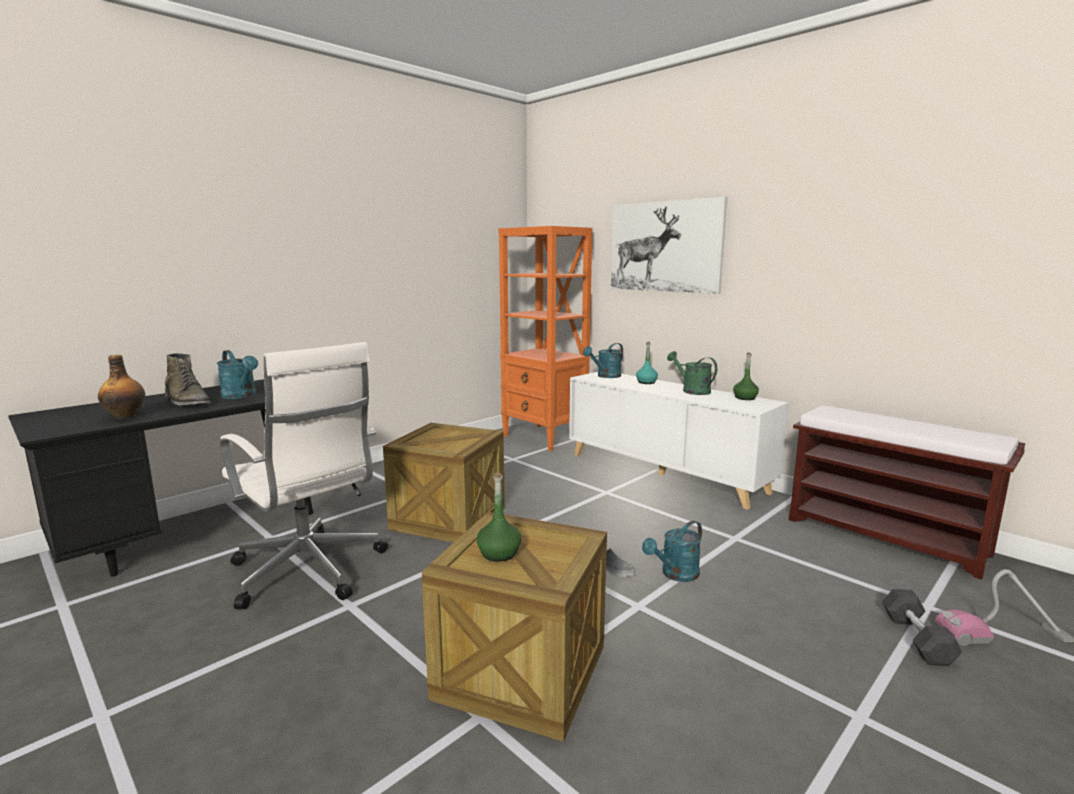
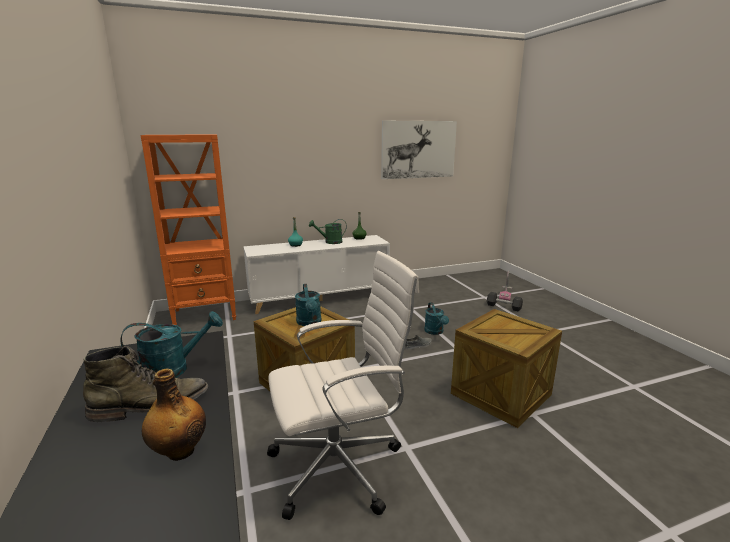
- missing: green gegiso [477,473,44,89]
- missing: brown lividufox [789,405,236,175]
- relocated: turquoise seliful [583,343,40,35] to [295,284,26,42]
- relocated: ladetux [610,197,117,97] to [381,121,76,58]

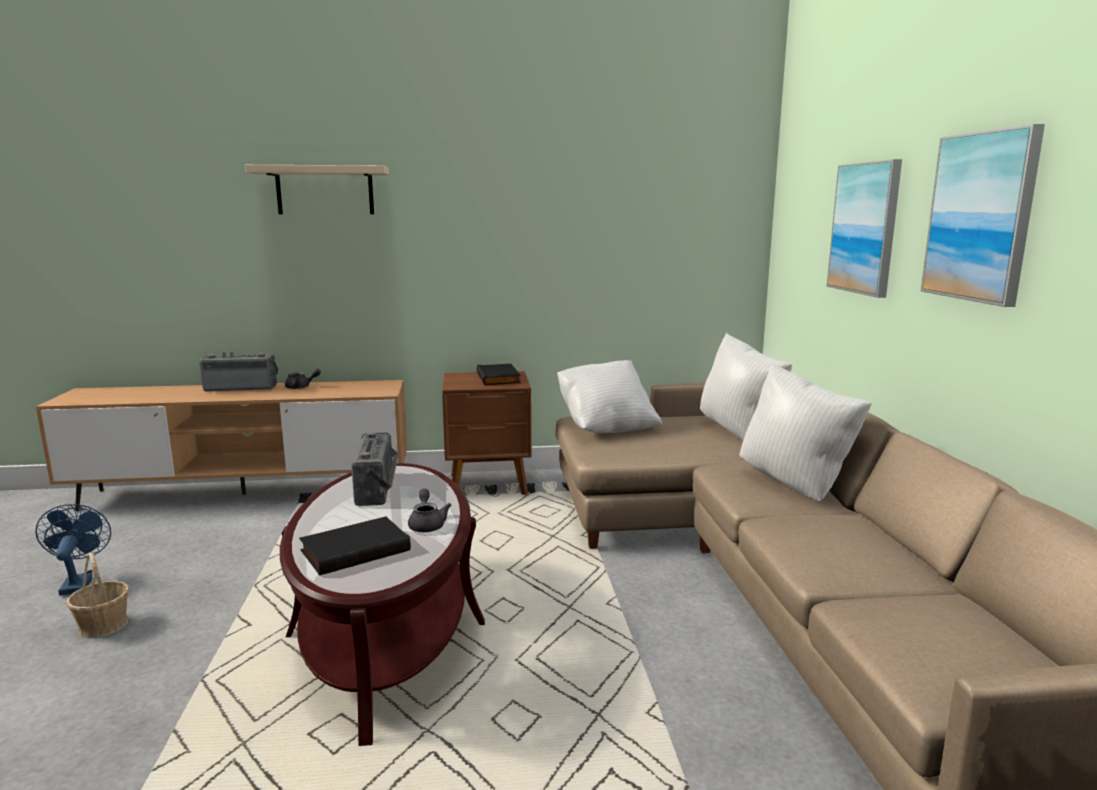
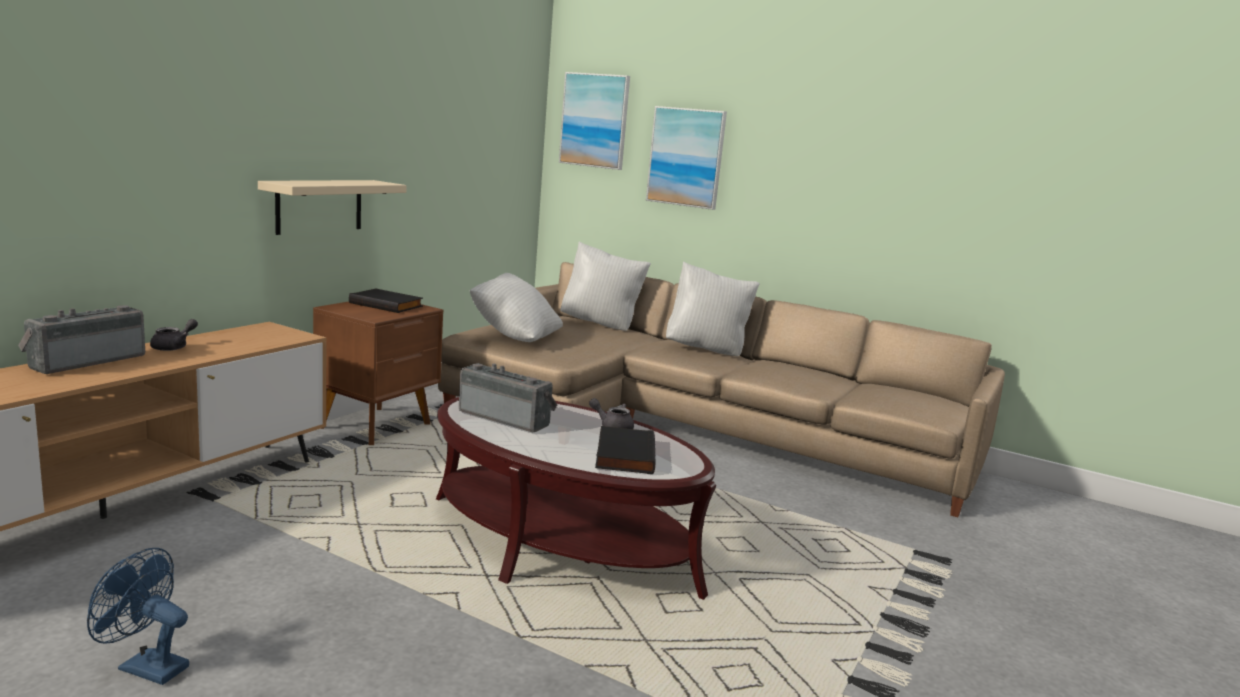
- missing: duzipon [66,552,63,86]
- relocated: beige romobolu [245,165,144,49] to [258,180,149,55]
- relocated: ladetux [921,124,124,183] to [559,72,71,98]

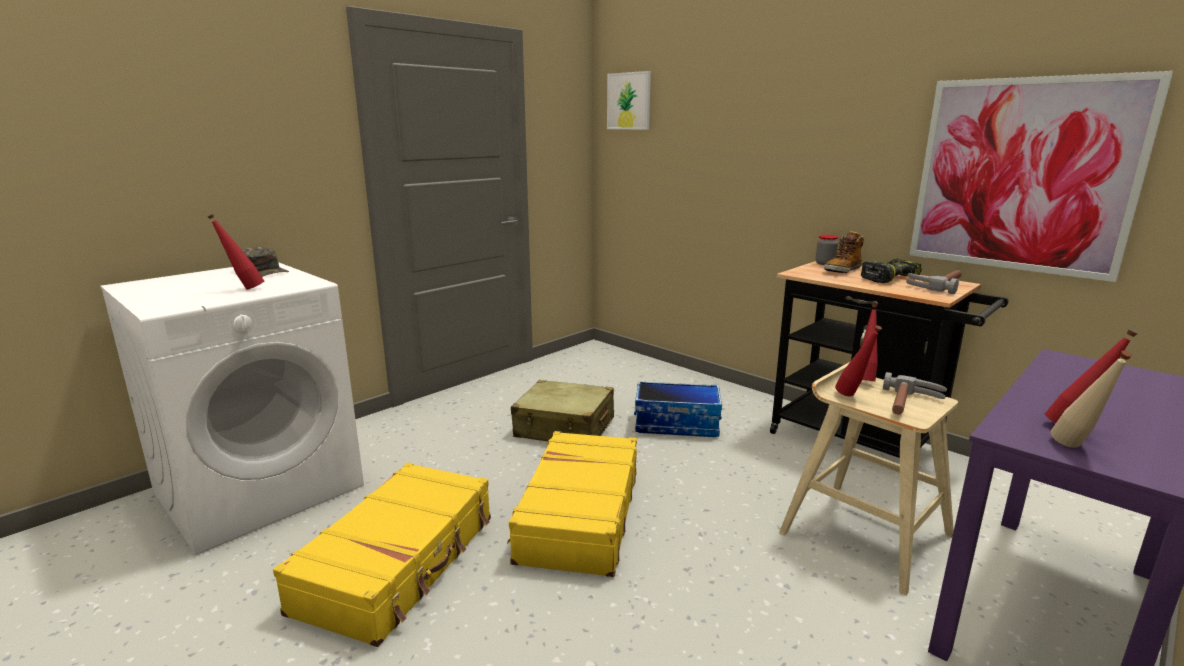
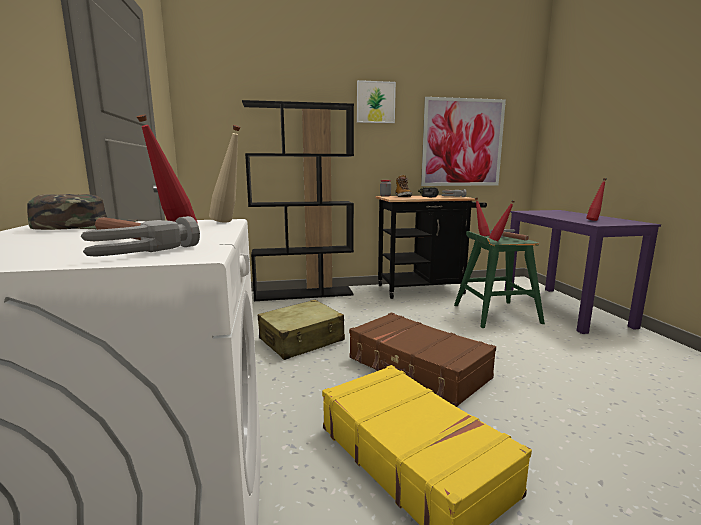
- missing: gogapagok [634,381,88,56]
- appeared: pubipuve [81,216,119,41]
- appeared: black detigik [242,100,112,201]
- relocated: ladetux [607,71,44,58] to [357,80,39,43]
- relocated: beige gegiso [1051,351,82,97] to [209,125,31,98]
- colour: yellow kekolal [507,431,130,146] to brown kekolal [349,312,147,95]
- colour: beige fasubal [779,362,179,234] to green fasubal [454,231,91,97]

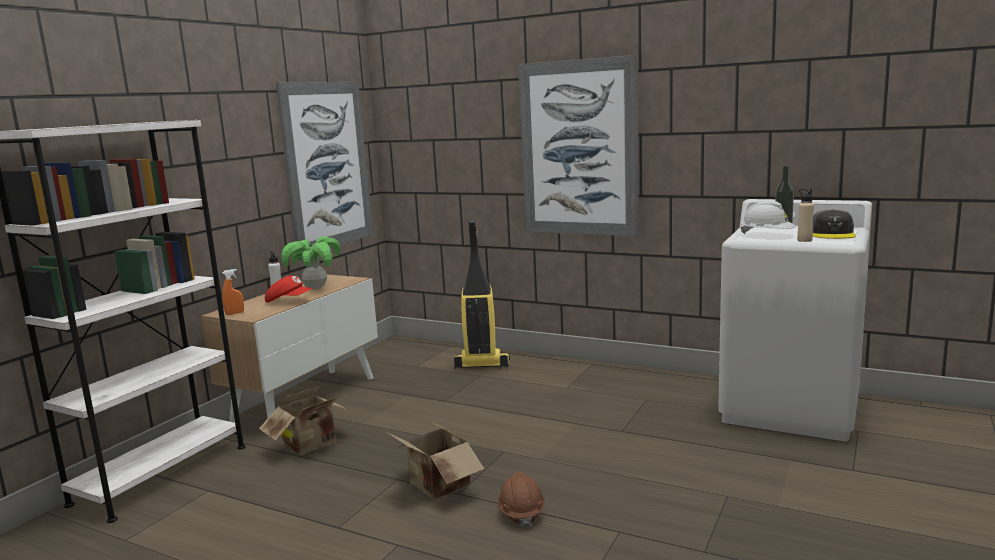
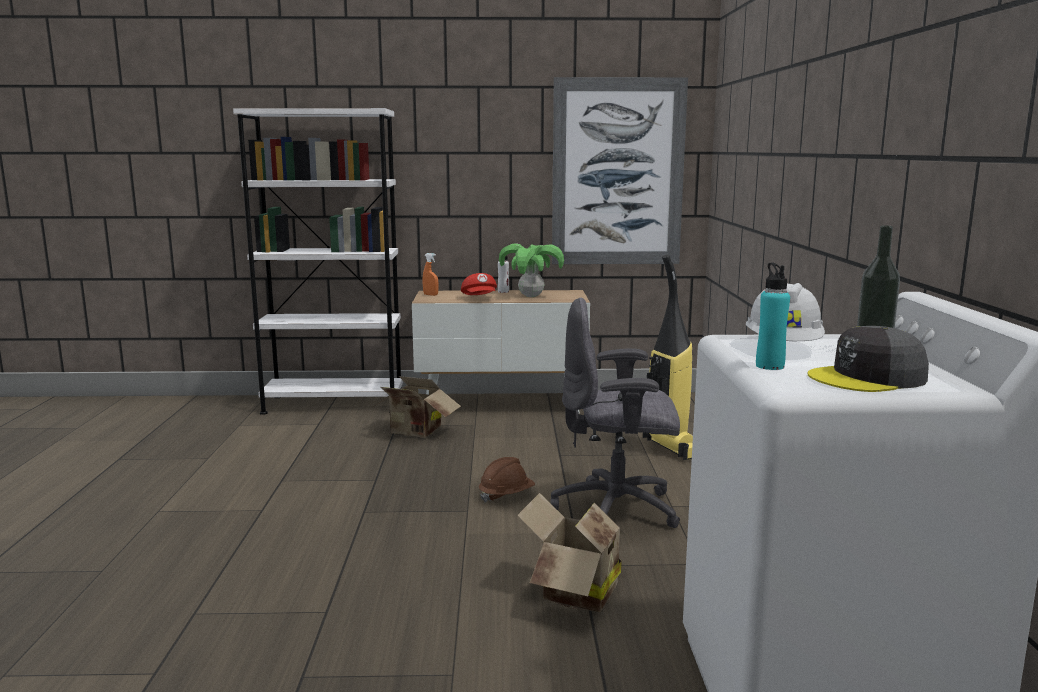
- missing: ladetux [518,55,121,181]
- appeared: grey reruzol [550,297,130,231]
- relocated: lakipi [388,419,96,80] to [517,493,110,119]
- relocated: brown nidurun [498,472,47,56] to [479,457,56,46]
- colour: beige gegiso [797,189,17,53] to turquoise gegiso [756,263,34,107]

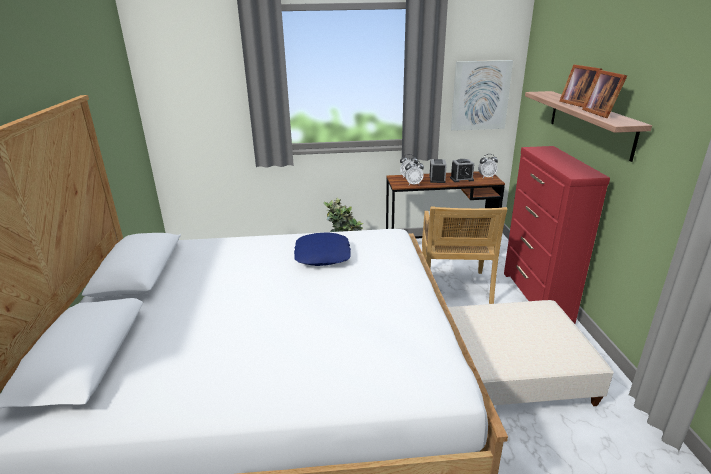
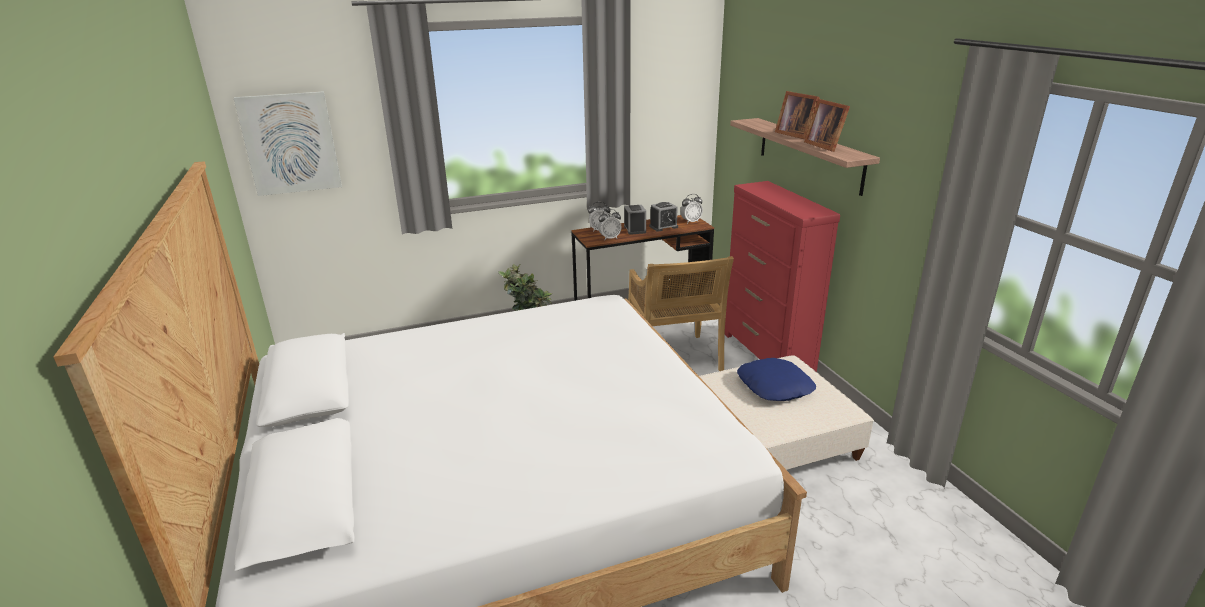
- relocated: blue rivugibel [294,232,57,34] to [737,358,79,43]
- relocated: ladetux [451,60,62,71] to [234,91,108,105]

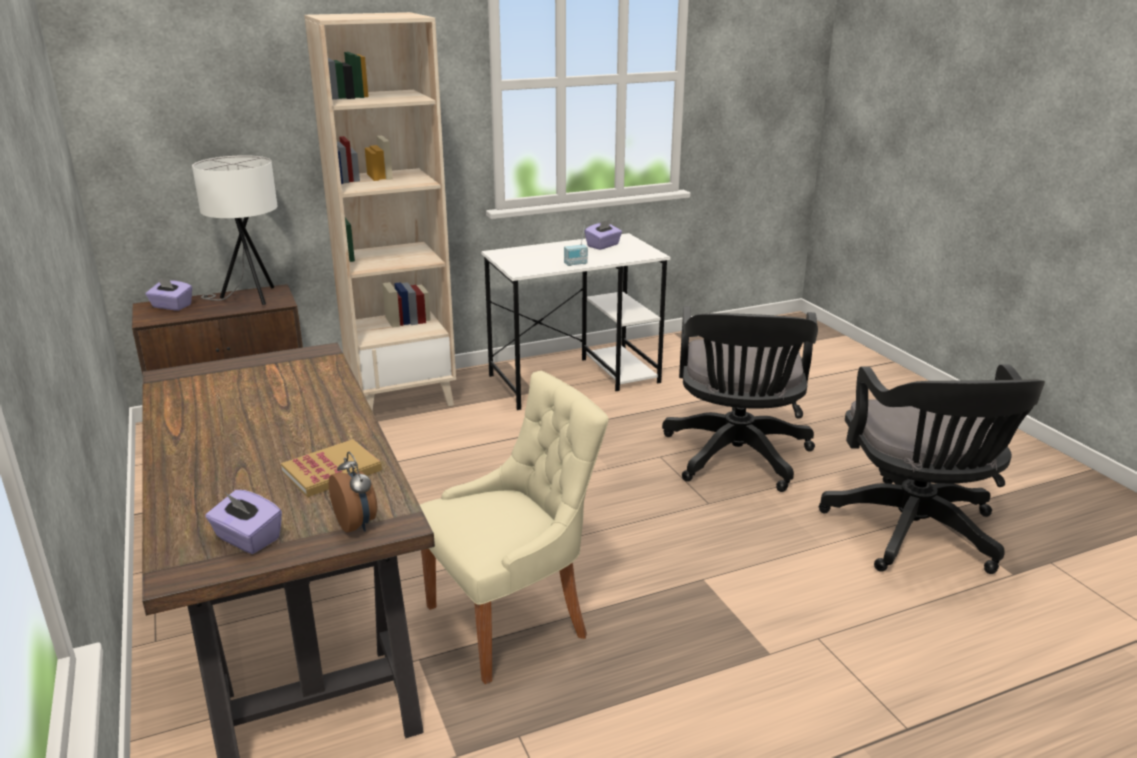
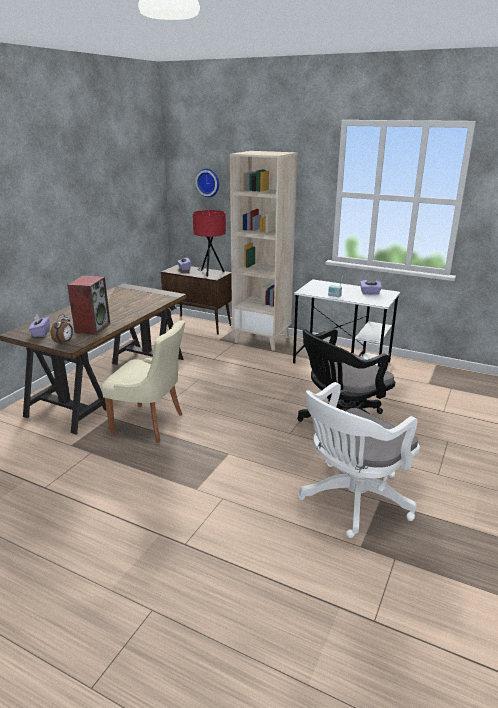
- appeared: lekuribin [195,168,24,29]
- exchanged: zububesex [281,439,101,58] to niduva [67,275,43,60]
- colour: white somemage [192,155,86,150] to red somemage [193,210,33,67]
- colour: black reruzol [819,364,226,210] to white reruzol [298,382,122,156]

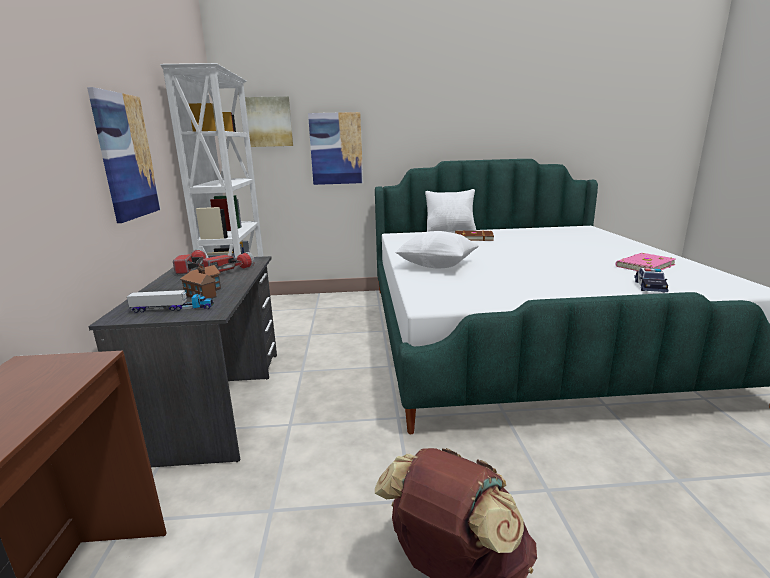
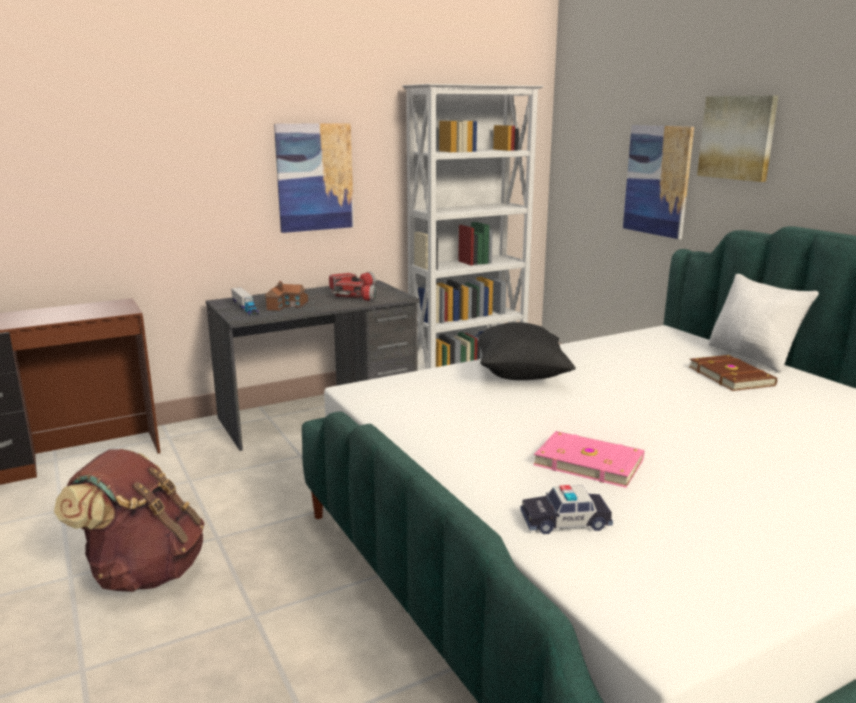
- relocated: ladetux [245,96,48,51] to [697,95,82,87]
- relocated: pink zububesex [616,253,59,18] to [533,431,111,57]
- colour: white rivugibel [395,231,84,37] to black rivugibel [477,322,99,58]

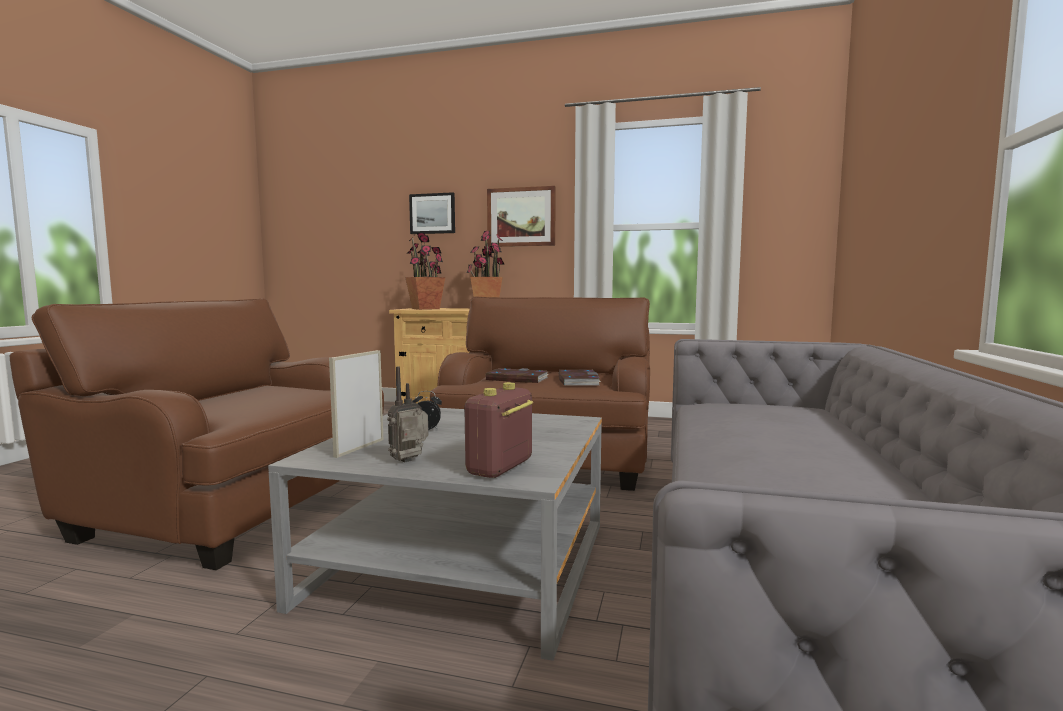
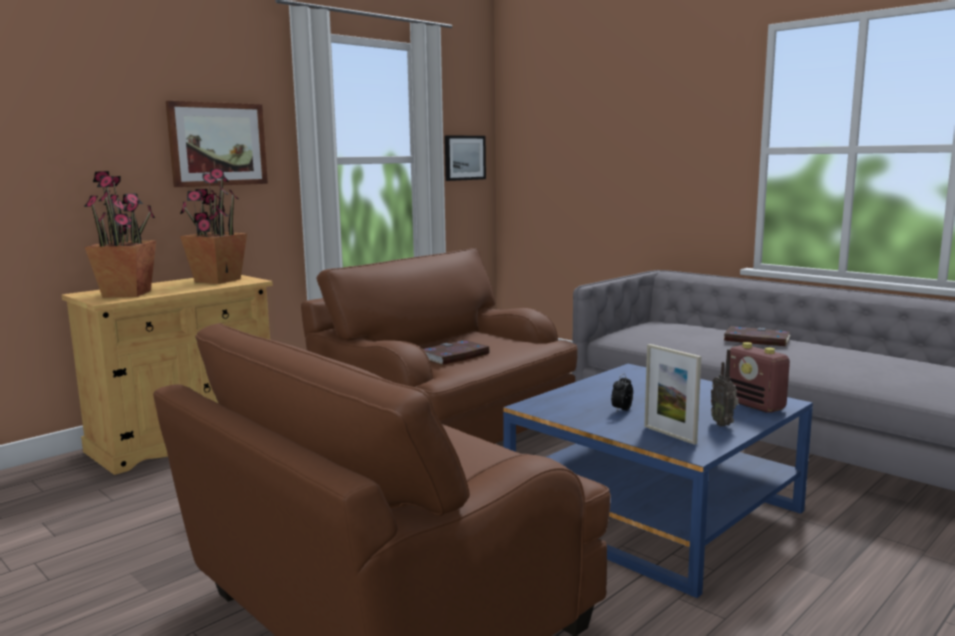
- relocated: ladetux [409,192,46,42] to [445,135,41,46]
- relocated: zububesex [558,369,43,17] to [723,326,67,20]
- colour: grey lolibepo [268,408,334,253] to blue lolibepo [503,364,310,234]

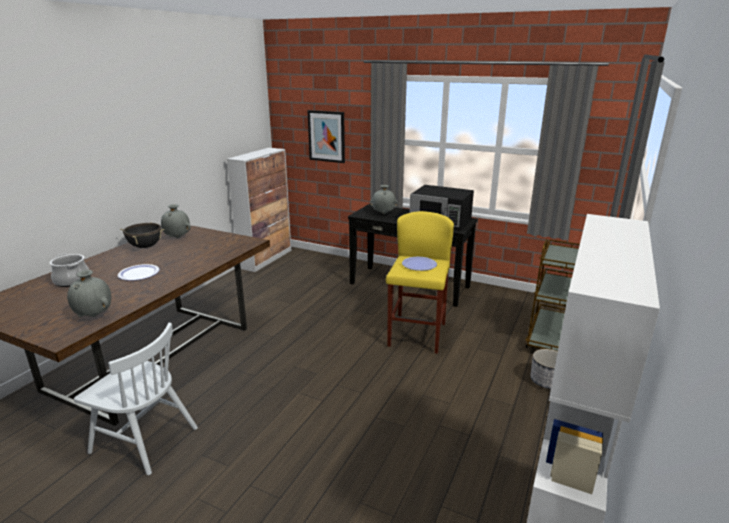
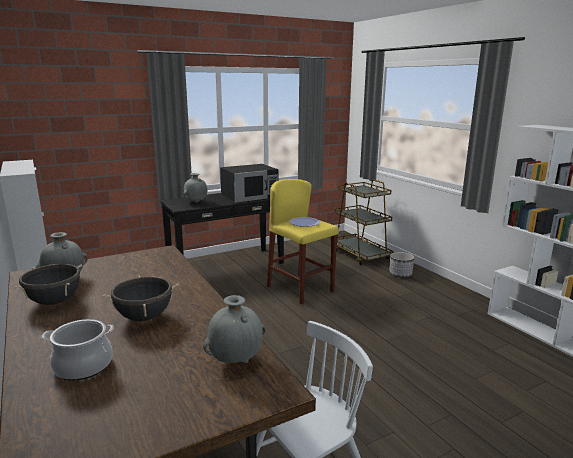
- missing: ladetux [307,110,38,53]
- exchanged: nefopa [117,264,43,17] to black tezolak [103,275,76,46]

